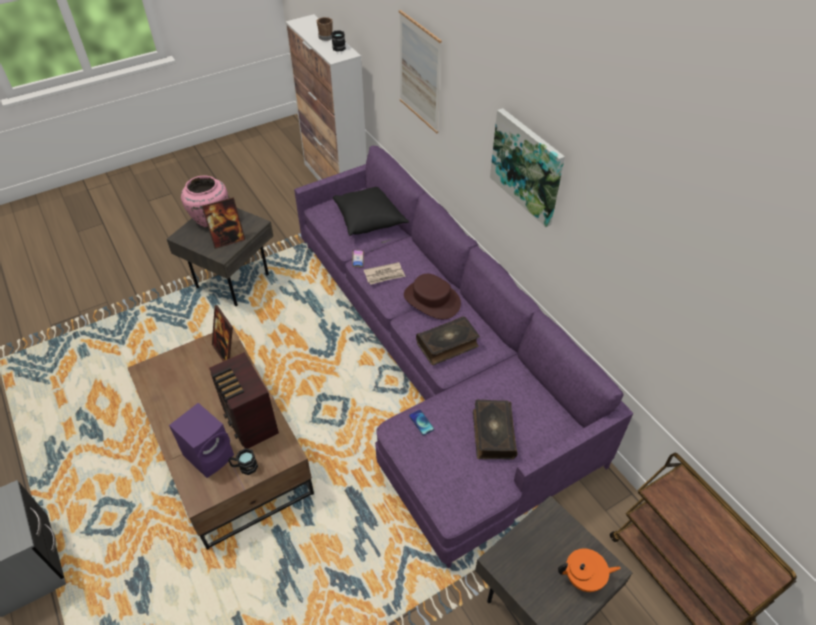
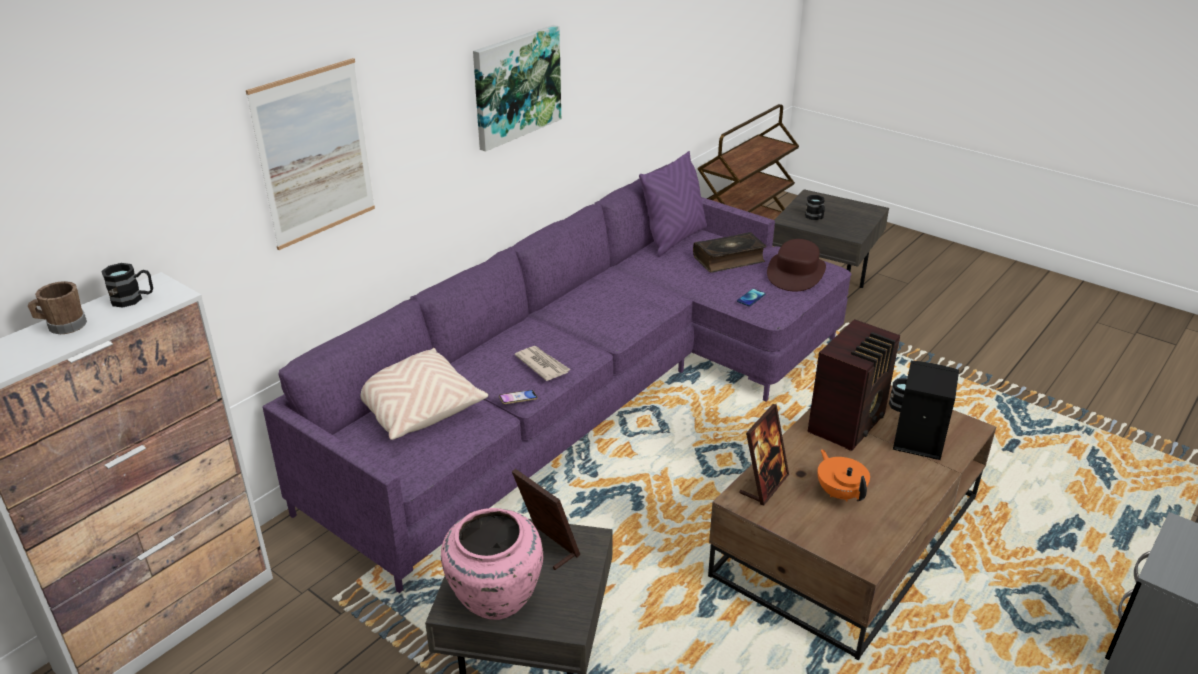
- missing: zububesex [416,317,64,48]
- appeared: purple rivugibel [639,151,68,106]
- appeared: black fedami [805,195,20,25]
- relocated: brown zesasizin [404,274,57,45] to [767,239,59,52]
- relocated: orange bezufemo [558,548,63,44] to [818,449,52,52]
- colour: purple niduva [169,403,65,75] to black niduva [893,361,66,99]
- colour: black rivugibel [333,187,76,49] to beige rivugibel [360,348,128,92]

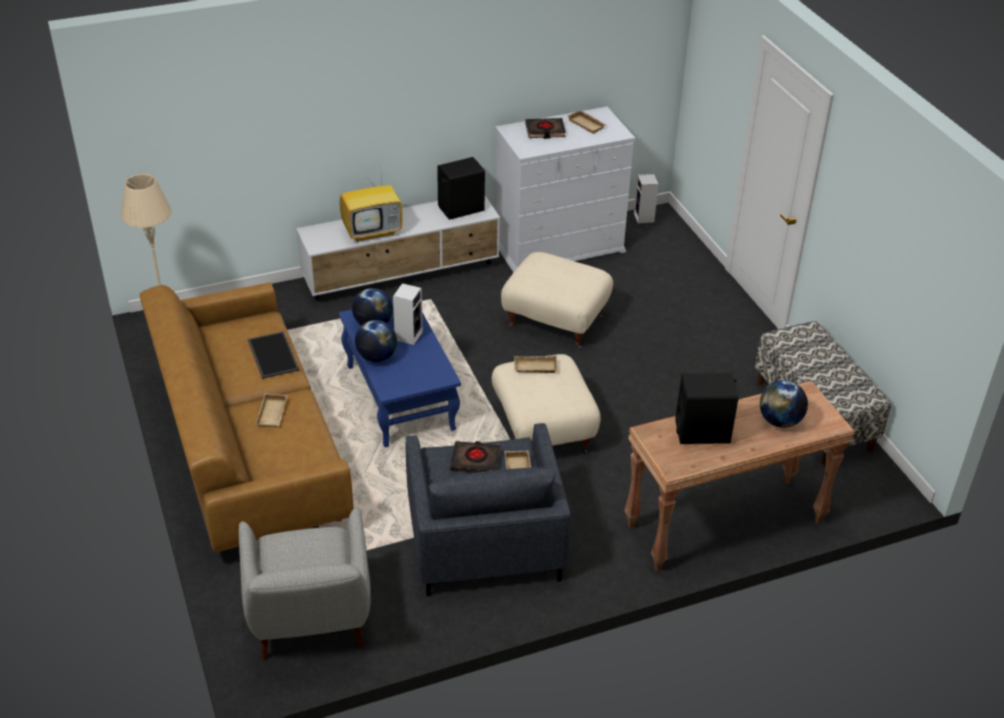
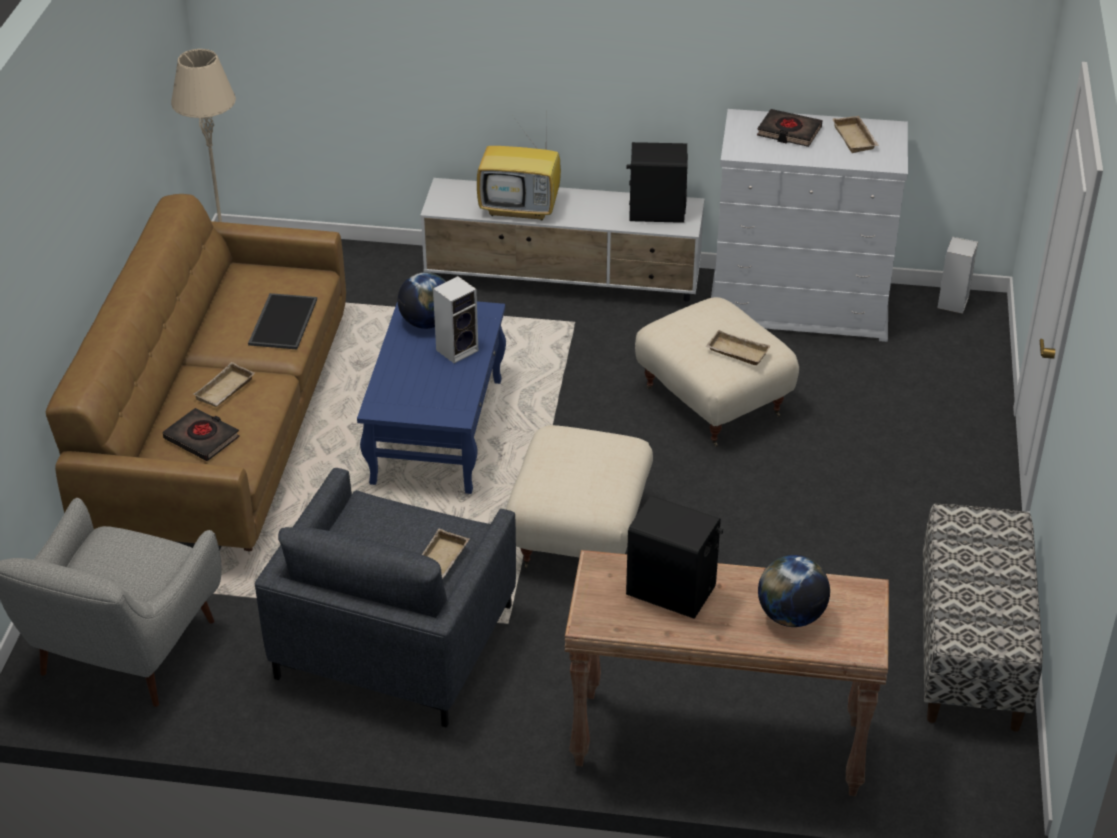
- missing: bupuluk [355,320,42,42]
- relocated: black zububesex [450,441,51,32] to [163,408,77,53]
- relocated: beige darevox [514,355,44,18] to [706,330,65,35]

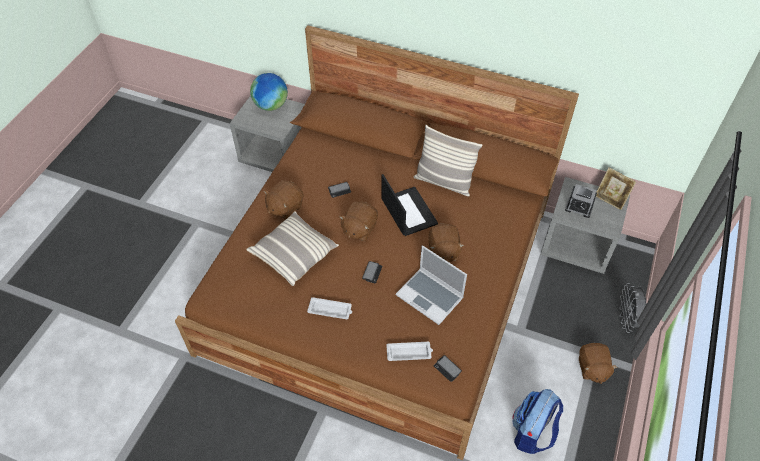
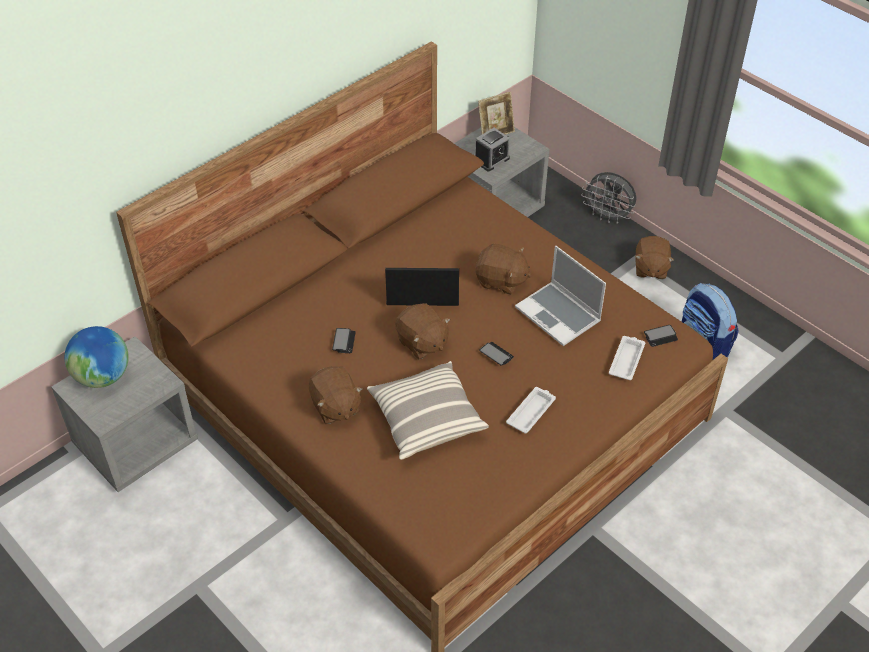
- missing: rivugibel [413,125,69,72]
- spun: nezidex [396,245,71,80] = [515,246,91,100] 75 degrees clockwise
- spun: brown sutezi [579,343,39,41] = [635,236,39,43] 75 degrees clockwise

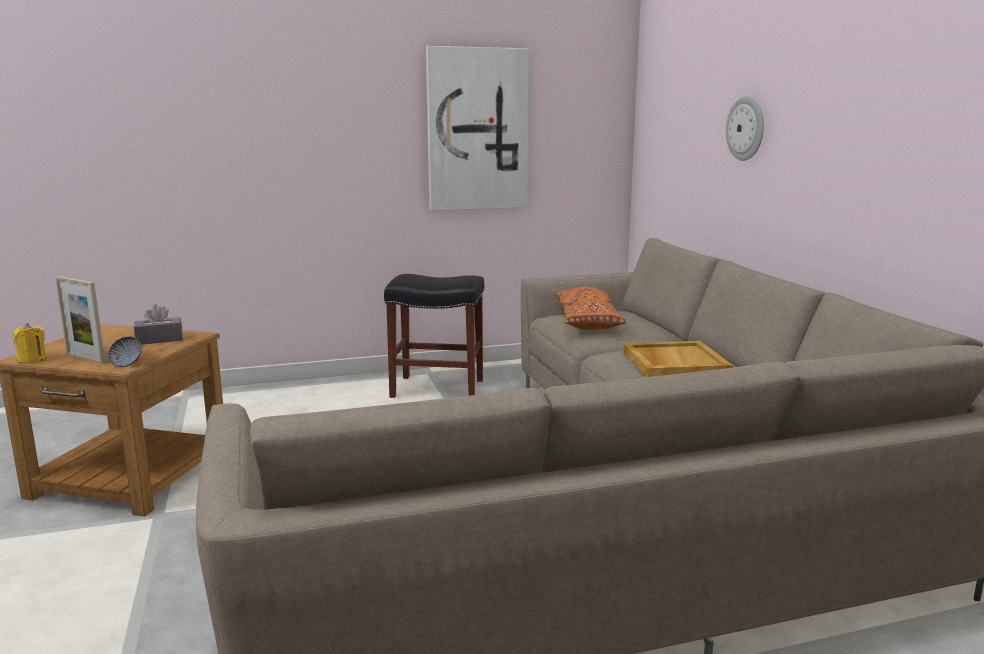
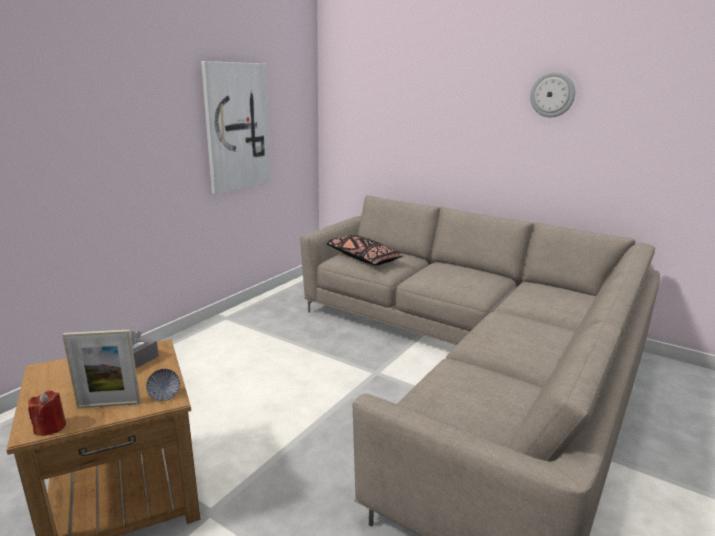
- missing: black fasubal [384,274,100,124]
- missing: beige darevox [623,341,110,36]
- relocated: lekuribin [726,96,38,65] to [530,72,45,46]
- colour: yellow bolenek [13,323,33,40] to red bolenek [28,391,38,45]
- colour: orange rivugibel [556,287,70,43] to black rivugibel [326,235,78,31]

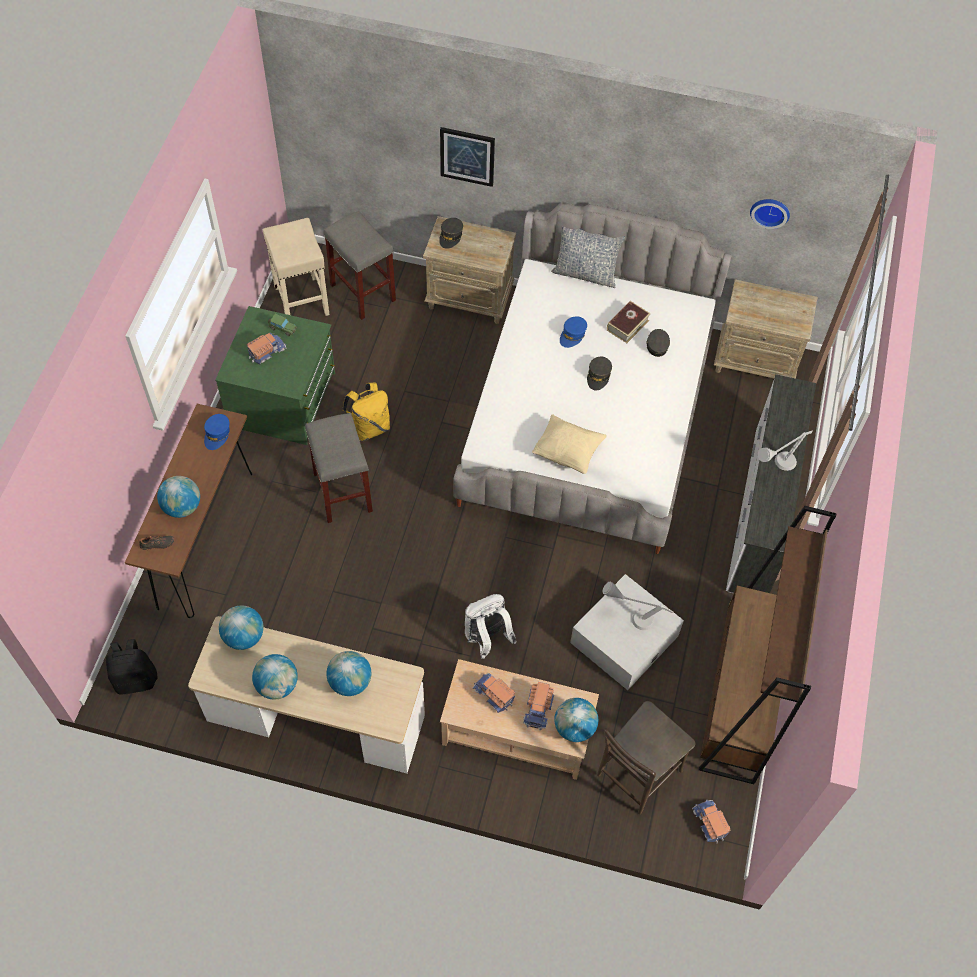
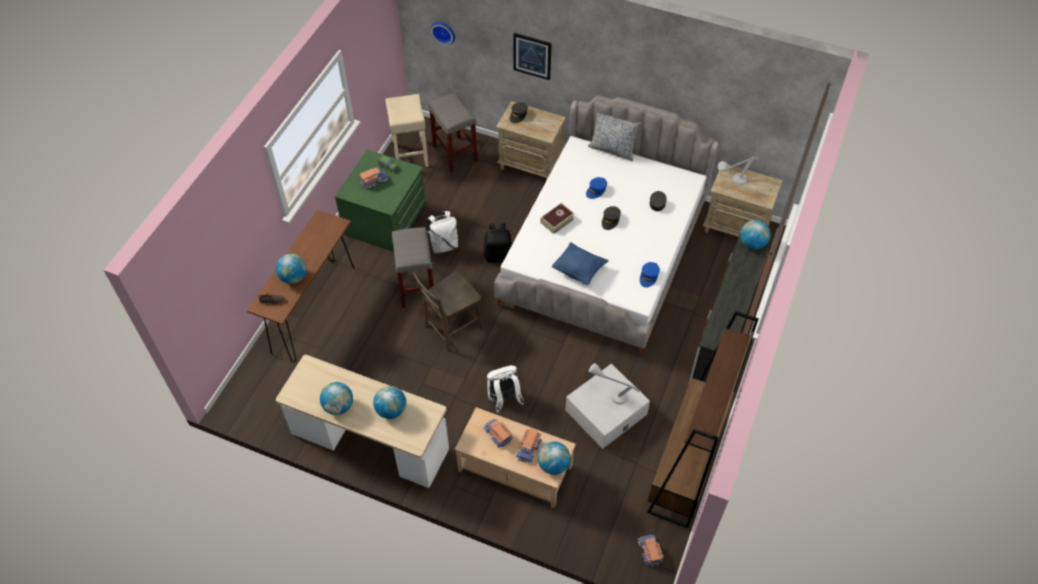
- relocated: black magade [106,639,51,55] to [484,223,28,40]
- relocated: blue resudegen [204,414,26,36] to [640,262,20,26]
- relocated: bupuluk [219,605,45,45] to [740,220,30,29]
- relocated: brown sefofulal [597,701,98,114] to [413,271,70,80]
- relocated: zububesex [607,301,44,42] to [540,203,35,31]
- relocated: lekuribin [750,199,40,30] to [431,22,24,23]
- relocated: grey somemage [758,430,55,41] to [718,157,41,28]
- colour: yellow magade [342,382,48,59] to white magade [426,211,32,43]
- colour: beige rivugibel [532,414,75,60] to blue rivugibel [551,242,57,43]

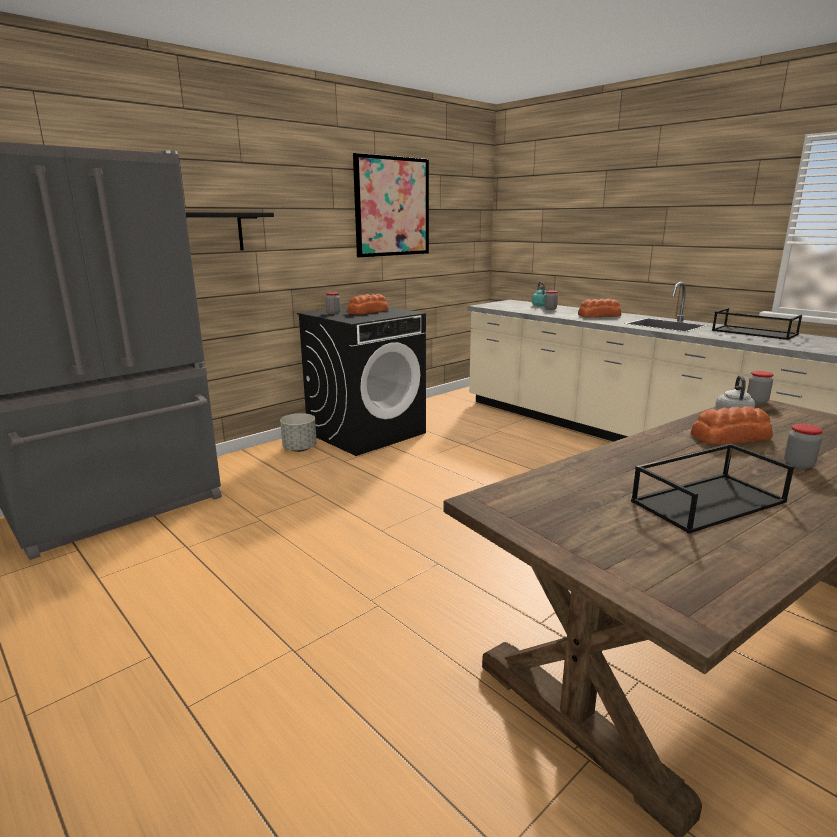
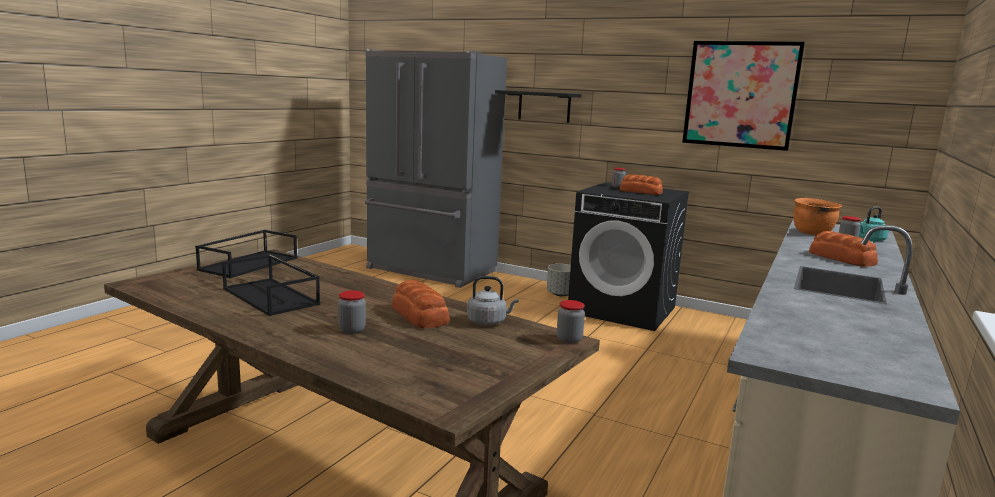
- appeared: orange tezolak [793,198,49,37]
- relocated: black darevox [712,308,90,32] to [195,230,103,48]

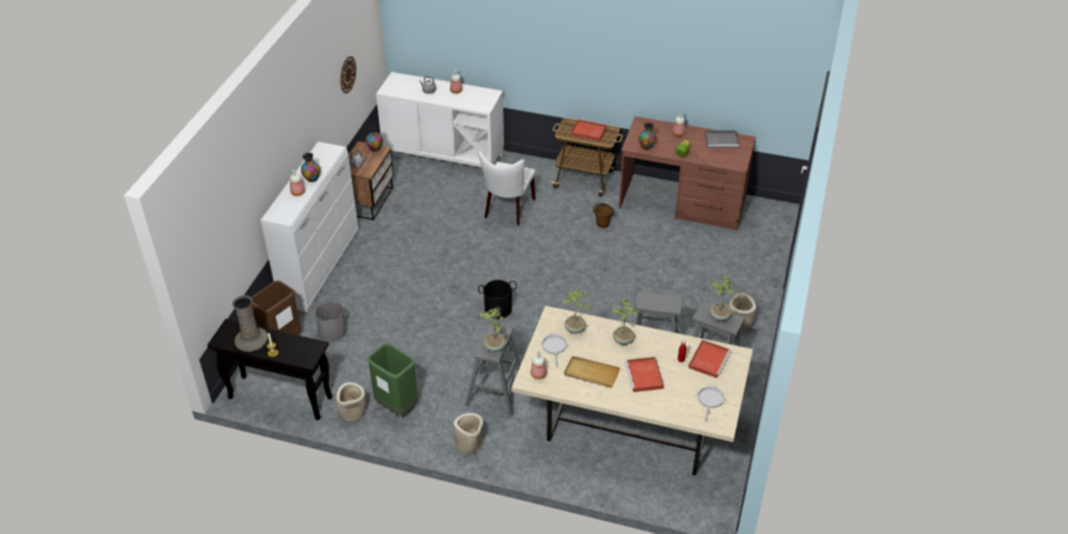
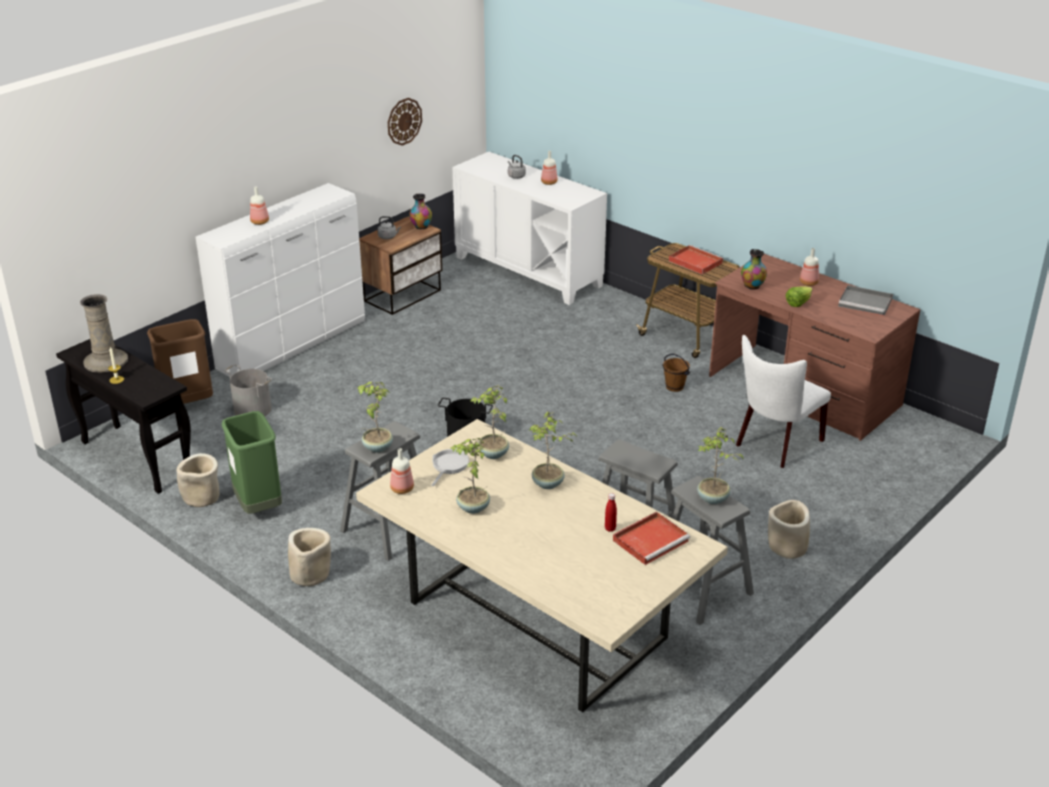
- missing: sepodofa [301,153,19,30]
- missing: red darevox [625,357,39,35]
- missing: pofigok [697,385,28,36]
- relocated: white sefofulal [478,151,57,74] to [736,335,95,133]
- exchanged: beige darevox [564,356,56,32] to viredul [451,438,39,76]

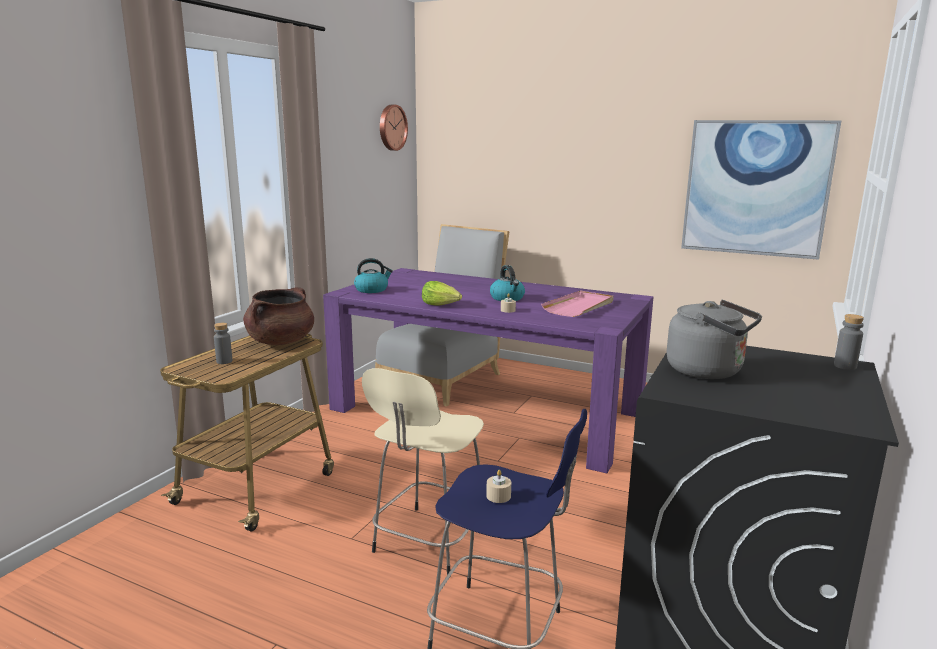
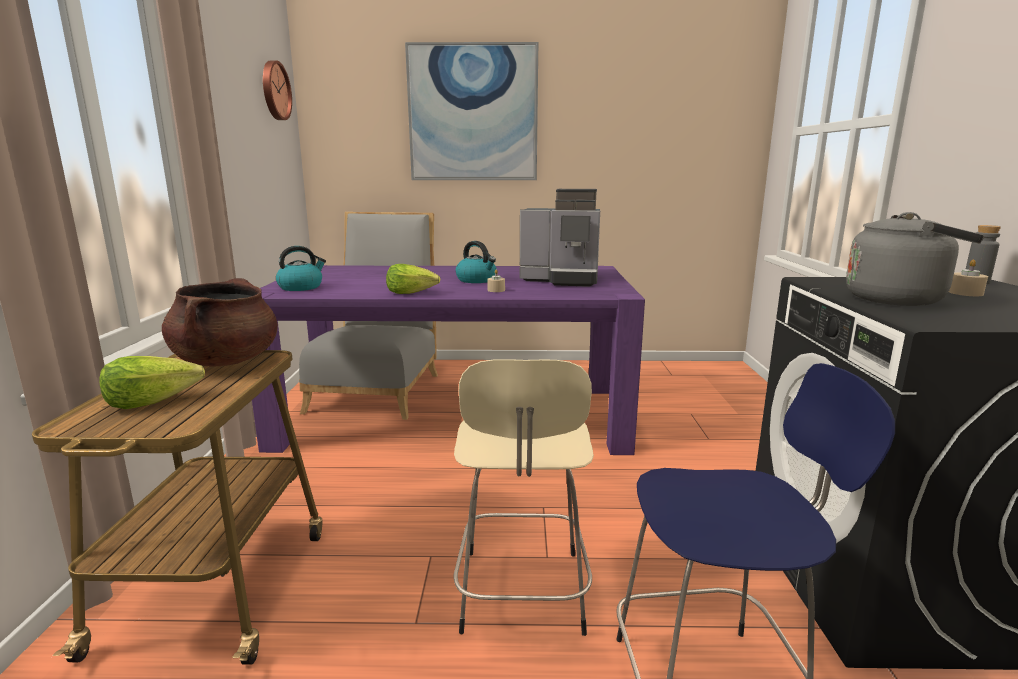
- relocated: beige bolenek [486,470,25,33] to [949,260,39,36]
- relocated: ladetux [681,120,161,140] to [405,42,133,138]
- exchanged: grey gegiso [214,323,18,41] to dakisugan [99,356,106,53]
- exchanged: pink darevox [541,291,72,26] to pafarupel [520,189,80,98]

